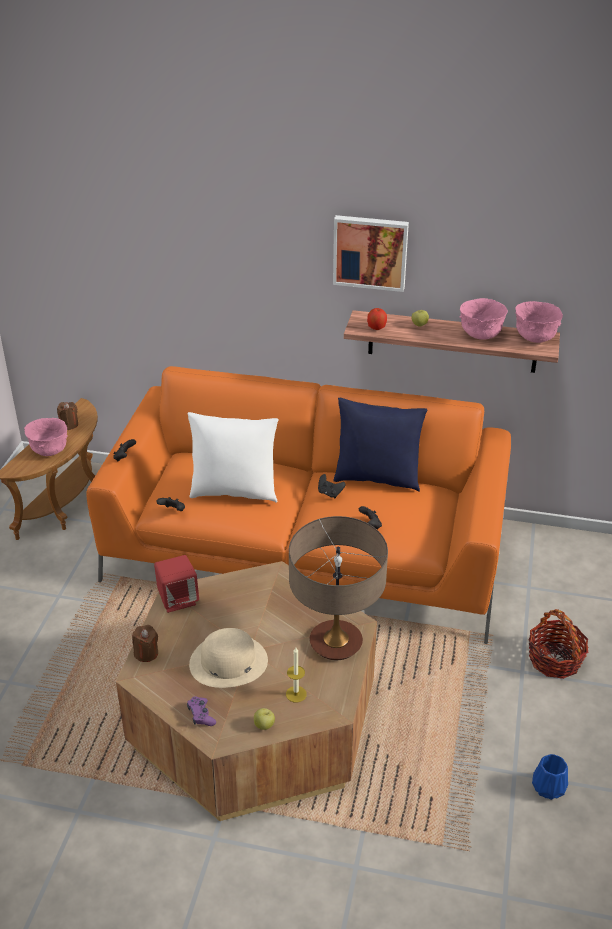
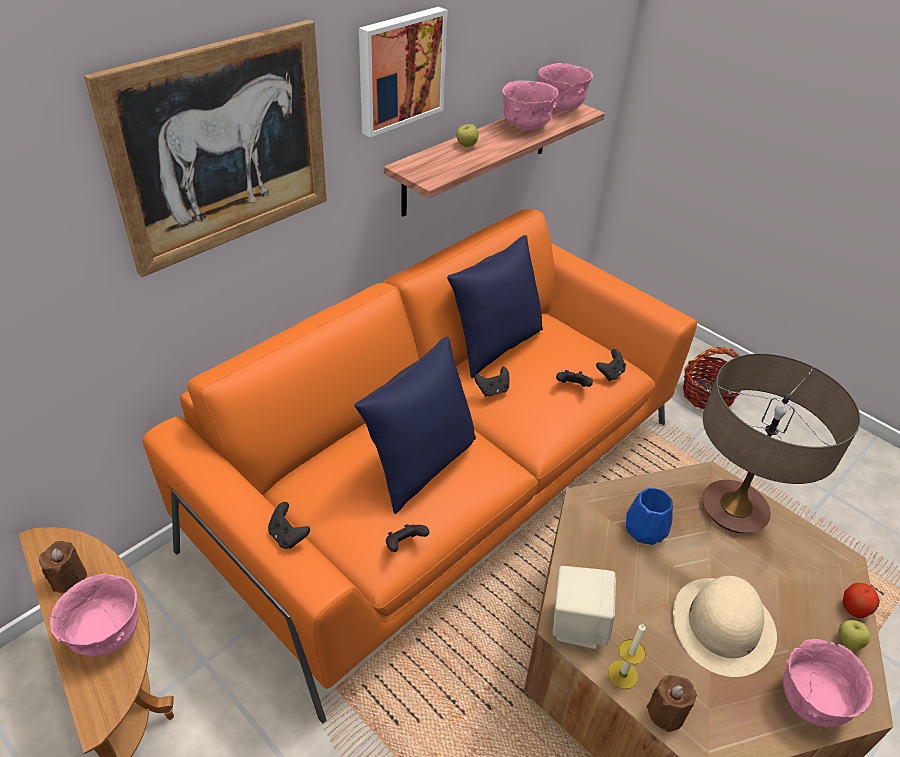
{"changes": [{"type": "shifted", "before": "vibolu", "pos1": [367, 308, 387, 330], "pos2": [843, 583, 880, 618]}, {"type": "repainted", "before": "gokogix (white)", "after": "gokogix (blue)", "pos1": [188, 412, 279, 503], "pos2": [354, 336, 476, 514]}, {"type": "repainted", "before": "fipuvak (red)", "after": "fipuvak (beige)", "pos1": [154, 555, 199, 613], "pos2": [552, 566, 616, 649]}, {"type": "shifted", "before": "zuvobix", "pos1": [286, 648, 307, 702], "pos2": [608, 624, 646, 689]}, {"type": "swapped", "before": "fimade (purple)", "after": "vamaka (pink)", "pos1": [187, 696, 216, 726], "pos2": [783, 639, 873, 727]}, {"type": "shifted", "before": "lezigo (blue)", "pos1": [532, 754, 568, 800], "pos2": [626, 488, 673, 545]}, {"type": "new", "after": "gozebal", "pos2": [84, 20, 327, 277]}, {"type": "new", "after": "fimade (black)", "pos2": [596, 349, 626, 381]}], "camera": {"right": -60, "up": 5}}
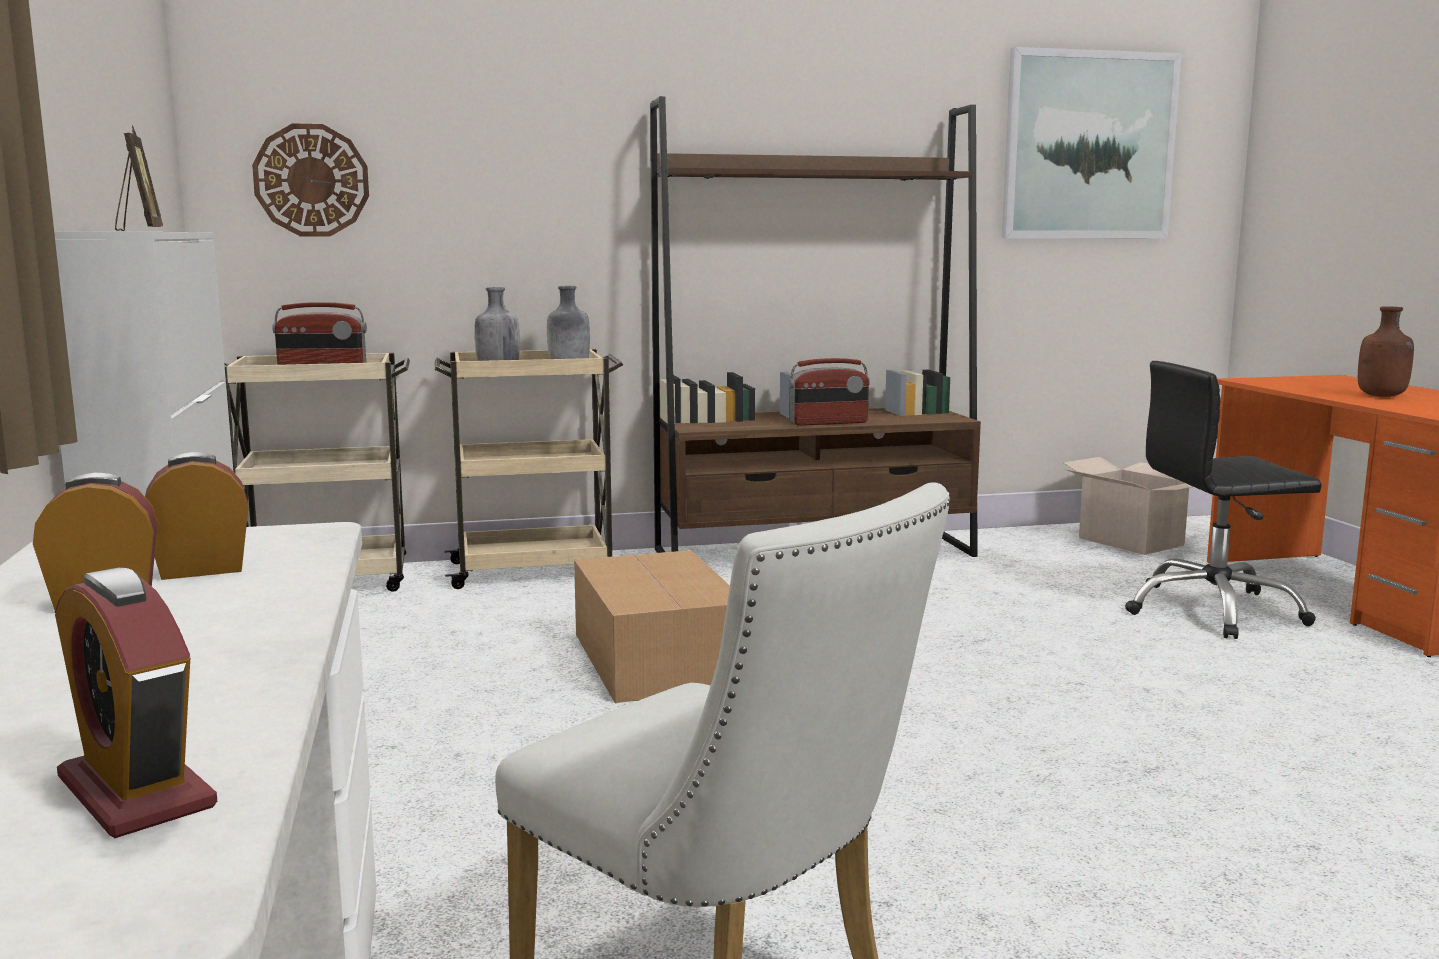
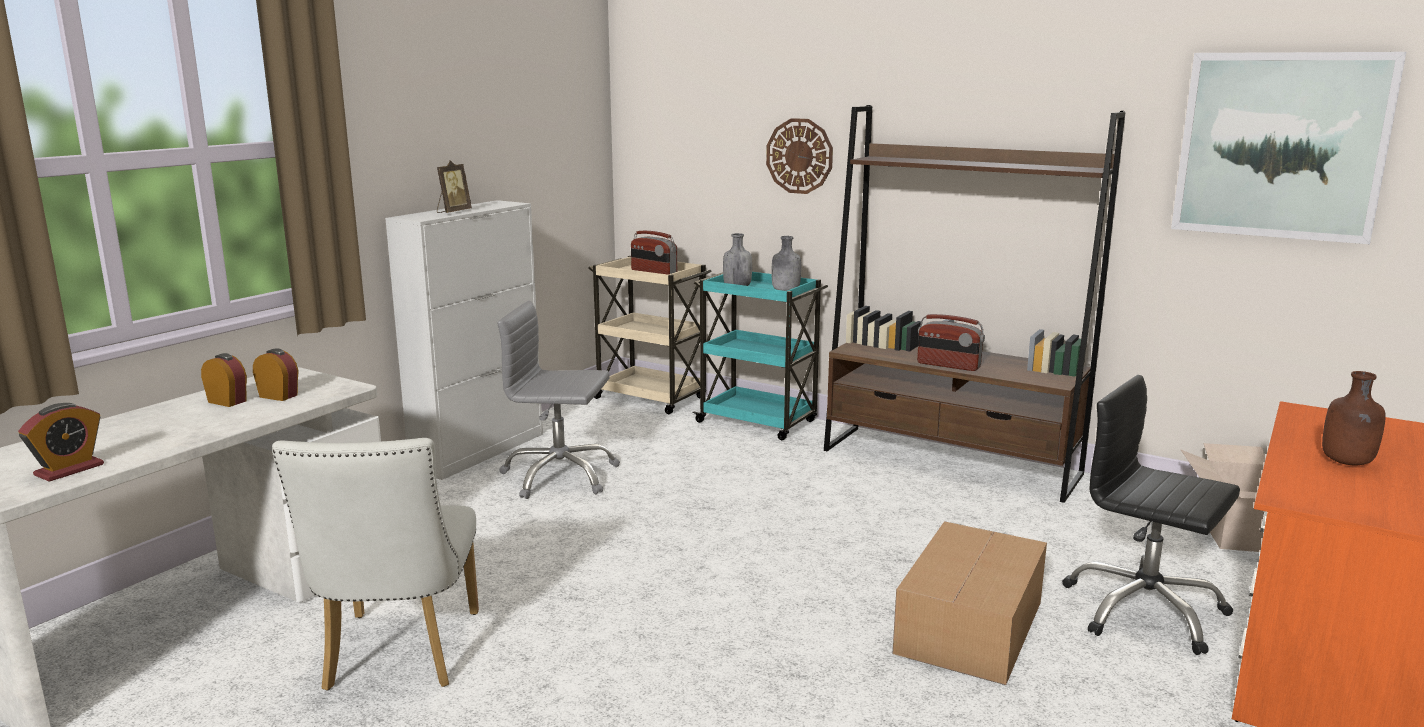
{"changes": [{"type": "shifted", "before": "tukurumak", "pos1": [252, 123, 369, 236], "pos2": [766, 118, 833, 194]}, {"type": "repainted", "before": "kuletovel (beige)", "after": "kuletovel (turquoise)", "pos1": [435, 349, 623, 589], "pos2": [693, 272, 828, 440]}, {"type": "shifted", "before": "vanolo", "pos1": [574, 550, 730, 703], "pos2": [893, 521, 1047, 685]}, {"type": "rotated", "before": "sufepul", "pos1": [55, 568, 217, 838], "pos2": [18, 403, 104, 482], "turn": -150}, {"type": "new", "after": "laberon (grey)", "pos2": [498, 301, 620, 499]}], "camera": {"right": 45, "up": 5}}
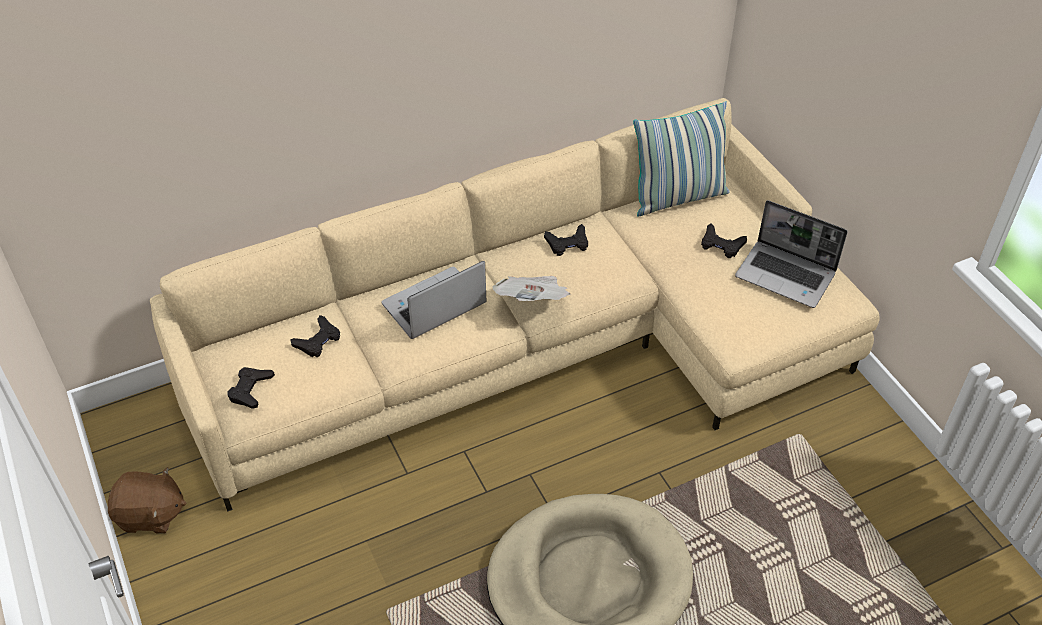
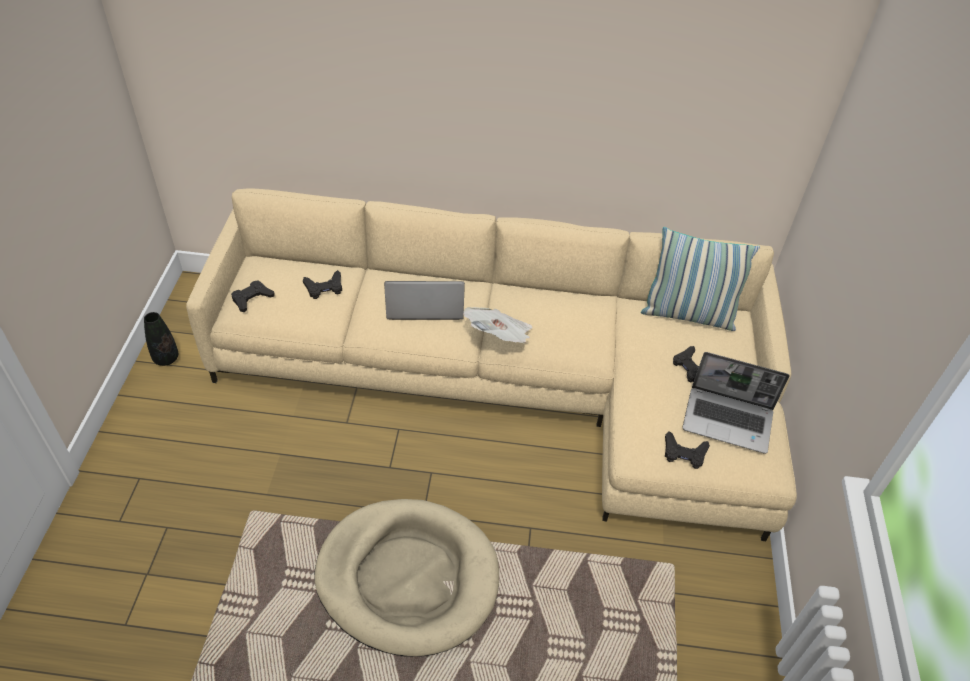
{"changes": [{"type": "rotated", "before": "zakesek", "pos1": [735, 200, 847, 308], "pos2": [683, 352, 790, 454], "turn": -45}, {"type": "shifted", "before": "fimade (black)", "pos1": [544, 224, 588, 256], "pos2": [665, 431, 710, 469]}, {"type": "swapped", "before": "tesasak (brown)", "after": "lezigo (black)", "pos1": [108, 467, 186, 534], "pos2": [144, 312, 179, 366]}], "camera": {"right": 30, "up": 0}}
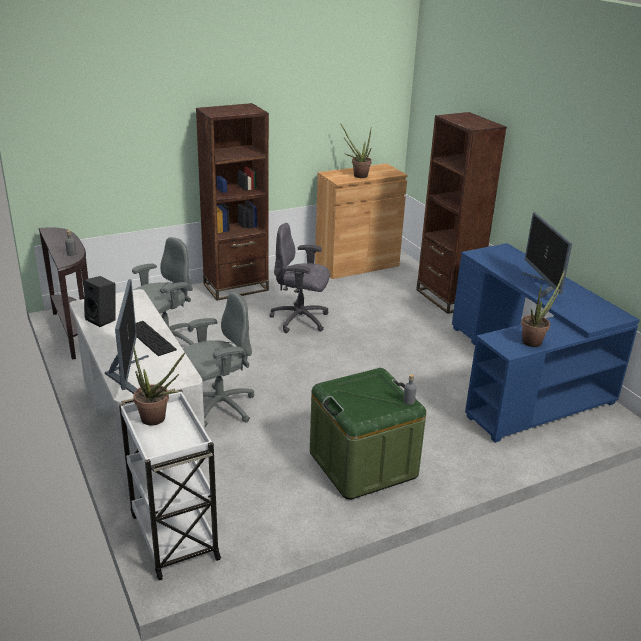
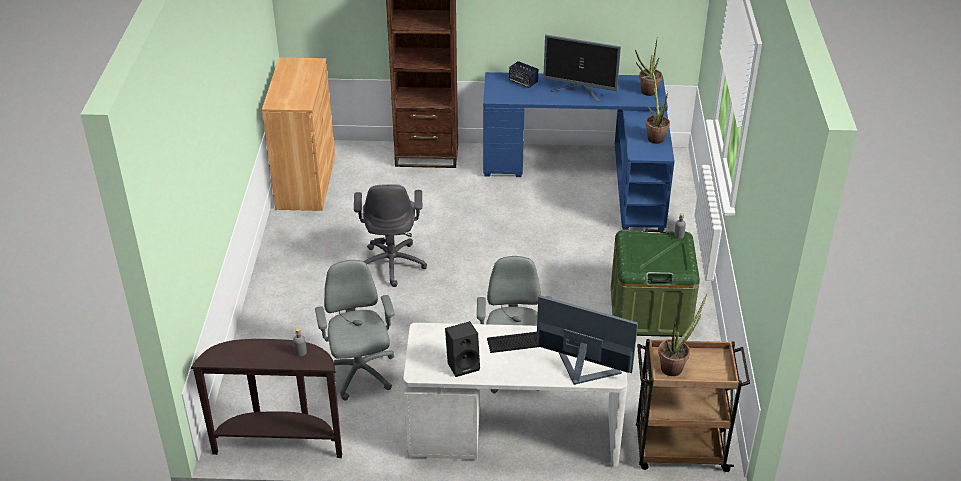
{"changes": [{"type": "gone", "before": "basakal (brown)", "pos1": [196, 103, 269, 301]}, {"type": "shifted", "before": "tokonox", "pos1": [340, 123, 372, 178], "pos2": [635, 39, 662, 96]}, {"type": "rotated", "before": "laberon (grey)", "pos1": [269, 223, 330, 333], "pos2": [354, 184, 427, 287], "turn": -45}, {"type": "repainted", "before": "kuletovel (white)", "after": "kuletovel (brown)", "pos1": [119, 389, 221, 580], "pos2": [636, 339, 750, 472]}, {"type": "new", "after": "fipuvak", "pos2": [509, 61, 538, 88]}], "camera": {"right": -60, "up": 10}}
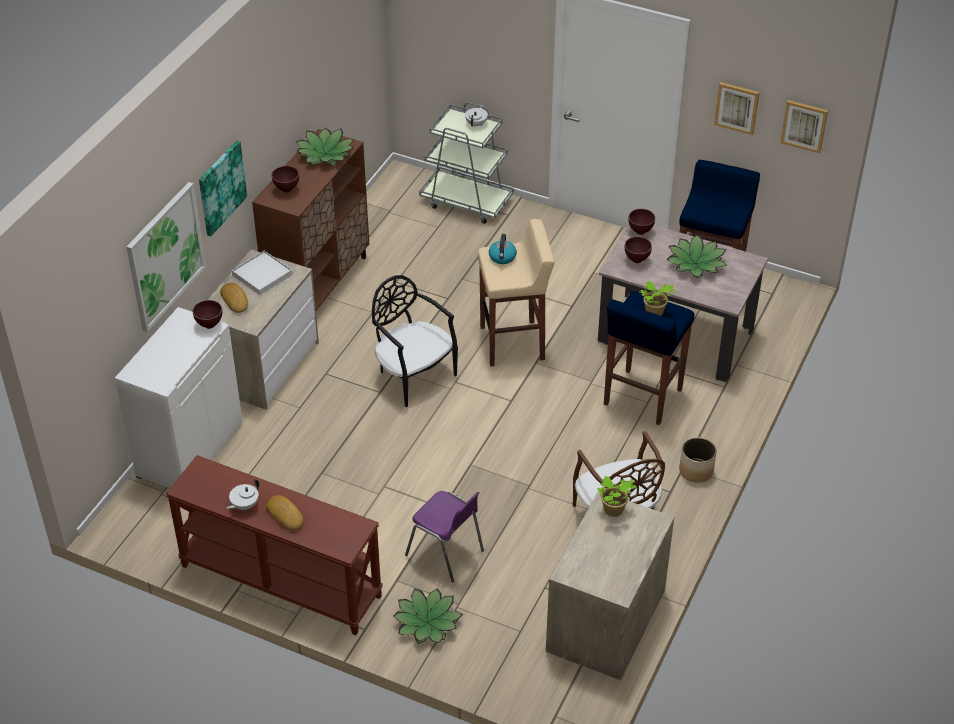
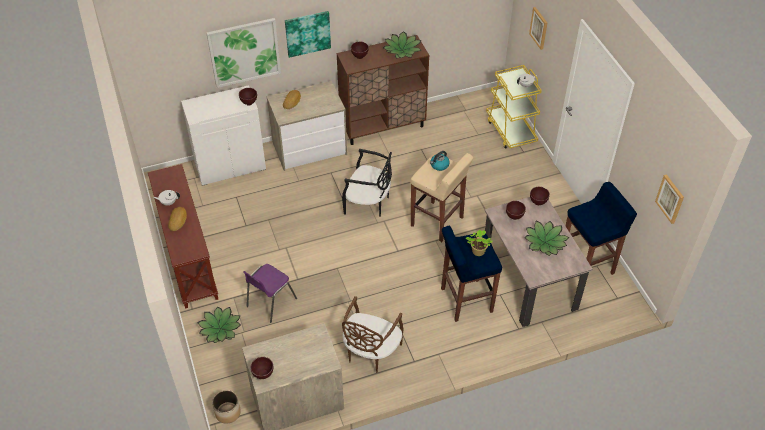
{"changes": [{"type": "shifted", "before": "gozebal", "pos1": [714, 82, 760, 135], "pos2": [529, 7, 547, 50]}, {"type": "repainted", "before": "kuletovel (grey)", "after": "kuletovel (yellow)", "pos1": [419, 102, 514, 224], "pos2": [486, 65, 542, 149]}, {"type": "gone", "before": "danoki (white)", "pos1": [232, 251, 292, 295]}, {"type": "rotated", "before": "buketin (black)", "pos1": [372, 275, 458, 407], "pos2": [342, 149, 392, 217], "turn": 105}, {"type": "shifted", "before": "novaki", "pos1": [679, 437, 716, 482], "pos2": [212, 390, 241, 424]}, {"type": "gone", "before": "tokonox", "pos1": [597, 476, 636, 517]}, {"type": "rotated", "before": "buketin (purple)", "pos1": [405, 491, 484, 583], "pos2": [243, 264, 297, 323], "turn": 45}, {"type": "new", "after": "vamaka (brown)", "pos2": [251, 357, 273, 379]}], "camera": {"right": 45, "up": 5}}
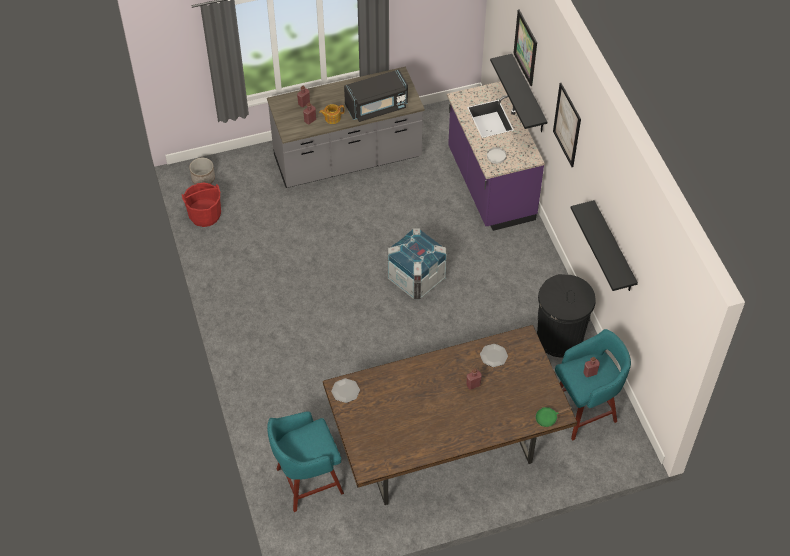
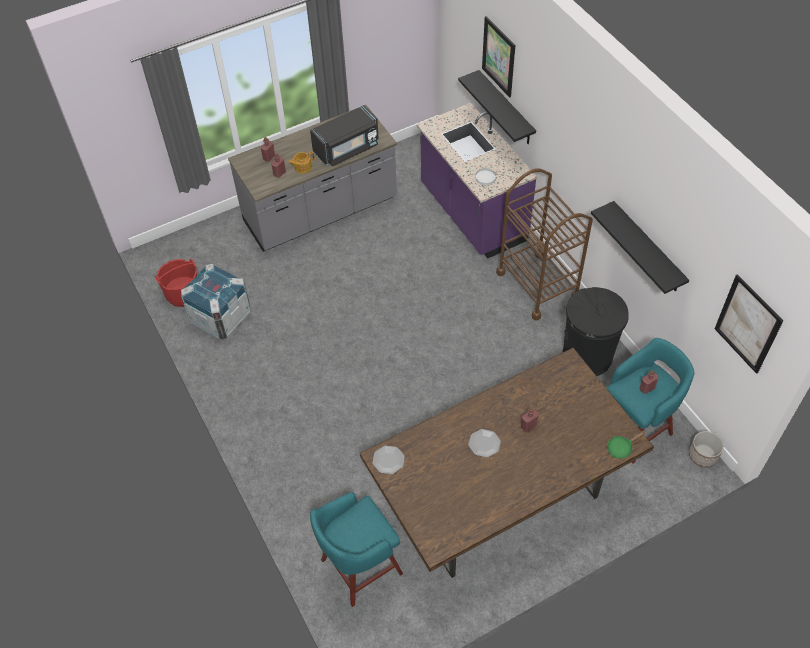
{"changes": [{"type": "shifted", "before": "gozebal", "pos1": [553, 83, 581, 167], "pos2": [715, 274, 783, 374]}, {"type": "shifted", "before": "novaki", "pos1": [189, 158, 215, 184], "pos2": [689, 431, 724, 468]}, {"type": "shifted", "before": "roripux", "pos1": [388, 228, 447, 300], "pos2": [181, 263, 251, 339]}, {"type": "shifted", "before": "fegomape", "pos1": [480, 344, 508, 367], "pos2": [468, 429, 501, 458]}, {"type": "new", "after": "kuletovel (brown)", "pos2": [496, 169, 593, 321]}], "camera": {"right": -10, "up": 0}}
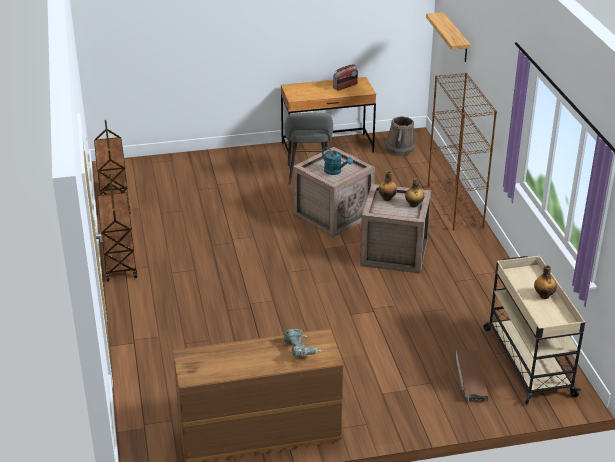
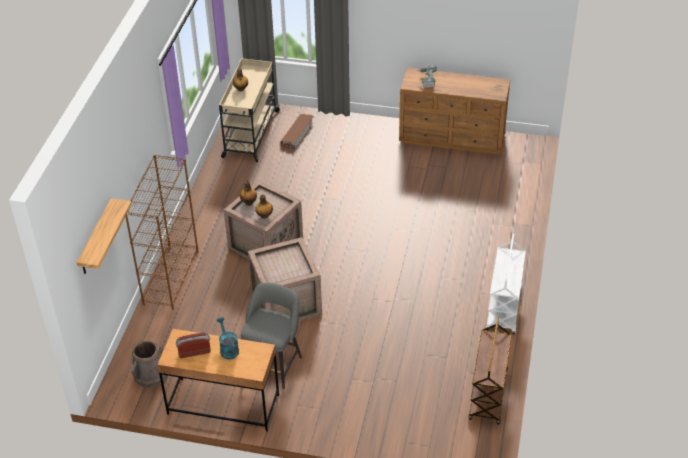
{"changes": [{"type": "shifted", "before": "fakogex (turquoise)", "pos1": [322, 147, 353, 175], "pos2": [217, 317, 239, 359]}, {"type": "repainted", "before": "kuletovel (brown)", "after": "kuletovel (white)", "pos1": [97, 174, 137, 282], "pos2": [486, 234, 526, 334]}], "camera": {"right": -155, "up": 10}}
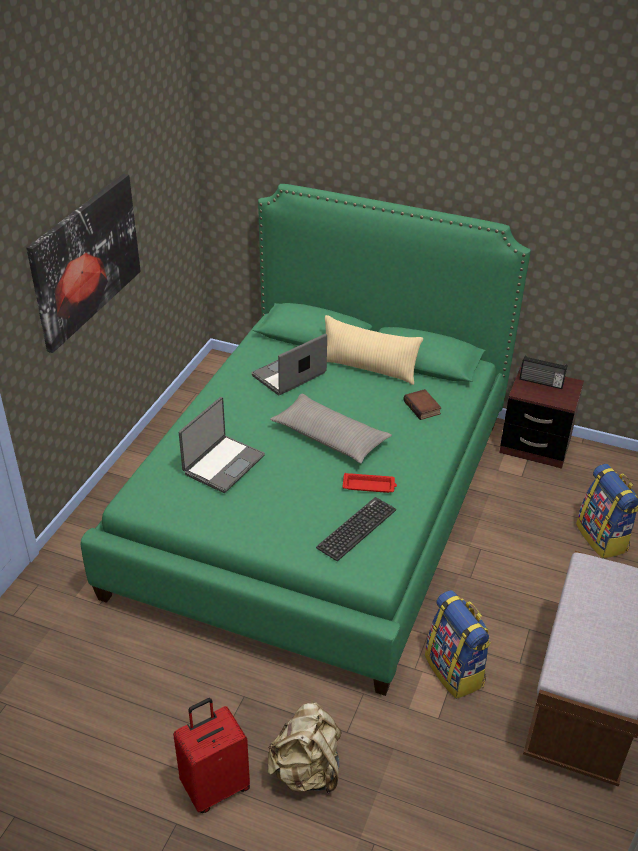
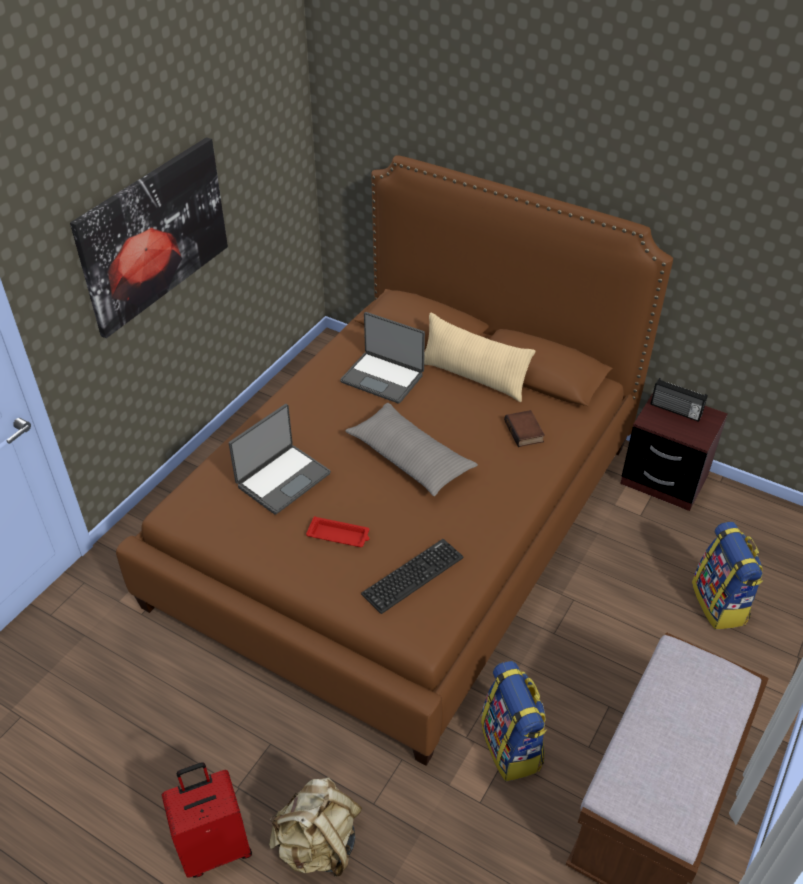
{"changes": [{"type": "repainted", "before": "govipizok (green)", "after": "govipizok (brown)", "pos1": [81, 184, 531, 696], "pos2": [116, 155, 673, 766]}, {"type": "rotated", "before": "zakesek", "pos1": [252, 334, 327, 395], "pos2": [340, 312, 425, 404], "turn": -120}, {"type": "shifted", "before": "danoki (red)", "pos1": [343, 473, 397, 493], "pos2": [306, 516, 370, 547]}], "camera": {"right": 10, "up": 5}}
